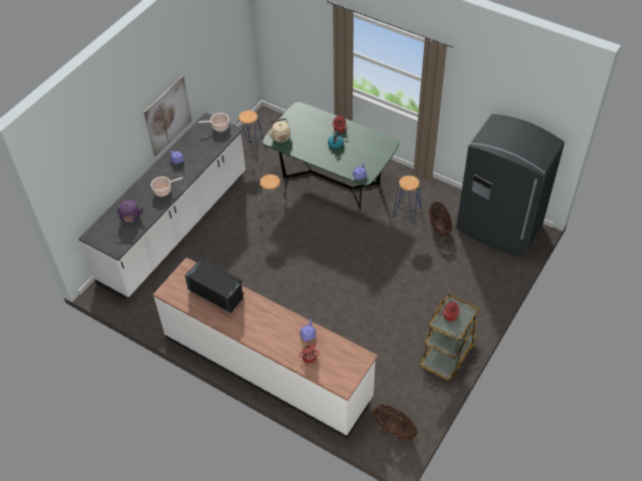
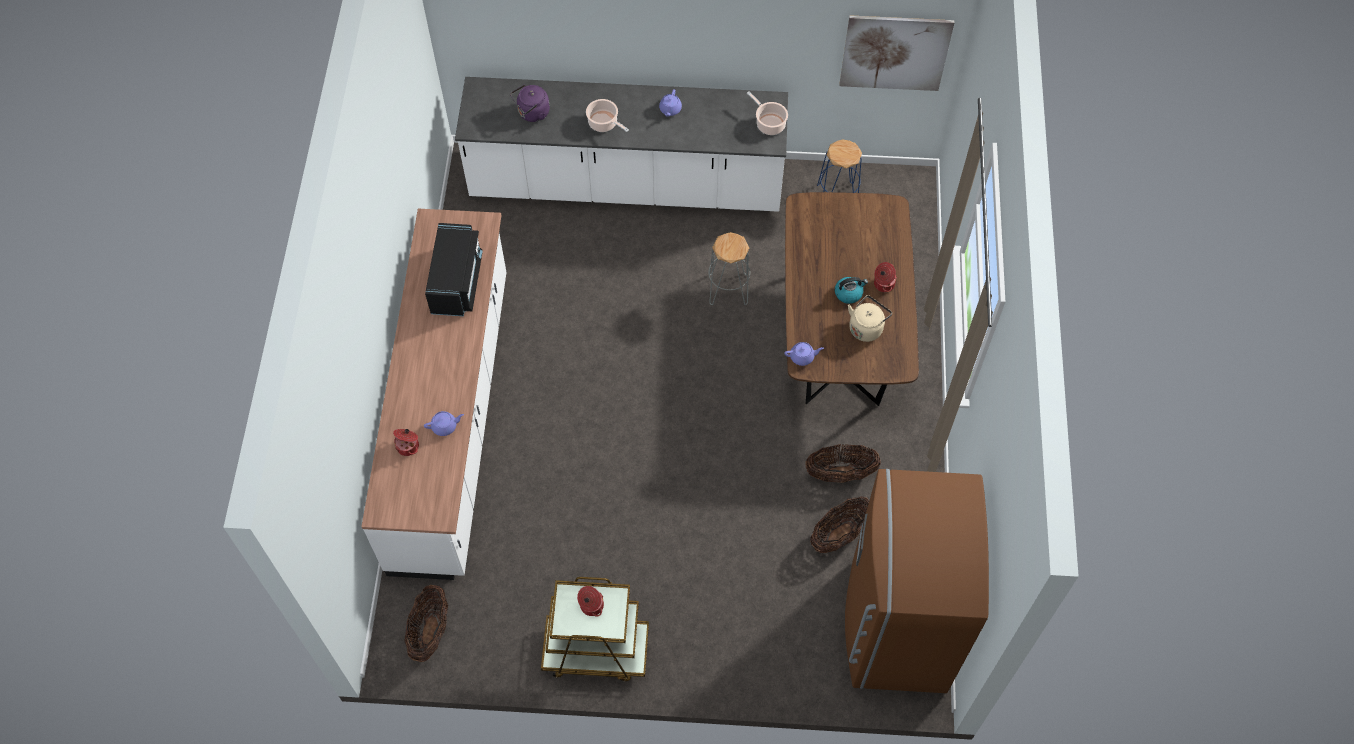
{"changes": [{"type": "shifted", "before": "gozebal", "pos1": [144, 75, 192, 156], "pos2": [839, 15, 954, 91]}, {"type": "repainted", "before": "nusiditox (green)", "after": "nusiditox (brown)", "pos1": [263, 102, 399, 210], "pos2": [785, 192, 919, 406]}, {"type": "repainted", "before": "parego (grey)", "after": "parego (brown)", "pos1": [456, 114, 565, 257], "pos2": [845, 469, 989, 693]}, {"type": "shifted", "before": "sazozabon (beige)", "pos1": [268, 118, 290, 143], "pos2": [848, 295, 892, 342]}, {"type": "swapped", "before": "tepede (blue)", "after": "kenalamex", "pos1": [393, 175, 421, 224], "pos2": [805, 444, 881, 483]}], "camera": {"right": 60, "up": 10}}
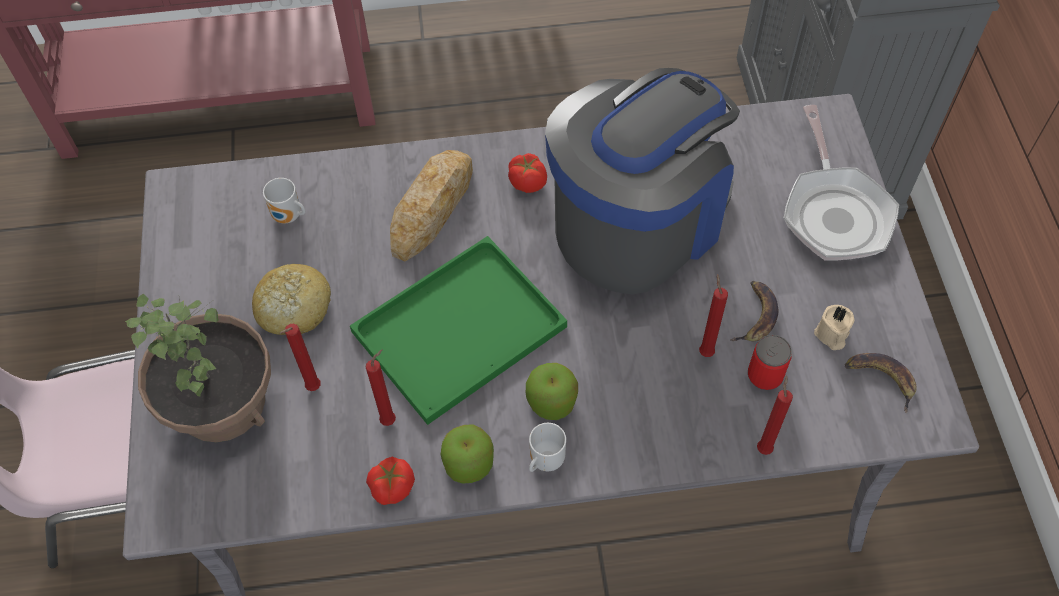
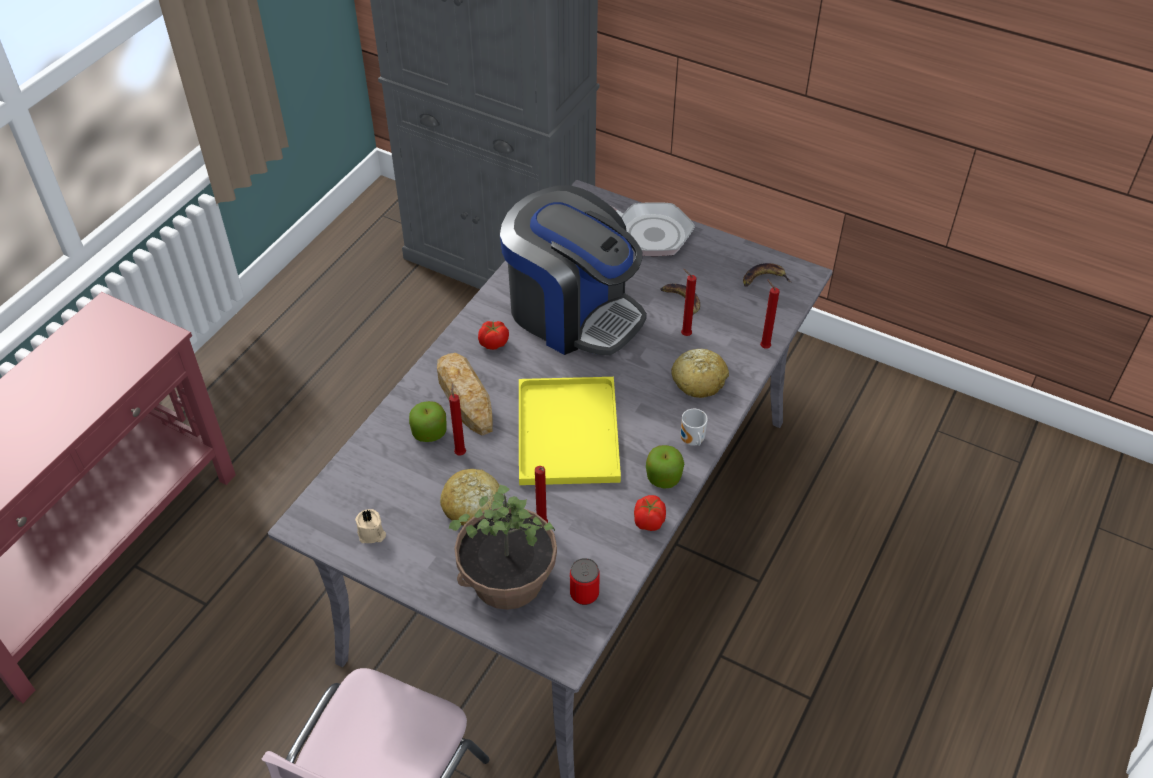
{"changes": [{"type": "rotated", "before": "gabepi", "pos1": [545, 68, 740, 294], "pos2": [500, 185, 647, 355], "turn": 135}, {"type": "gone", "before": "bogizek", "pos1": [263, 178, 306, 224]}, {"type": "repainted", "before": "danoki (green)", "after": "danoki (yellow)", "pos1": [350, 236, 567, 425], "pos2": [519, 377, 621, 485]}, {"type": "shifted", "before": "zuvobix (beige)", "pos1": [814, 305, 855, 350], "pos2": [355, 509, 386, 543]}, {"type": "shifted", "before": "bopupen", "pos1": [748, 335, 792, 390], "pos2": [570, 558, 600, 605]}, {"type": "shifted", "before": "zuvobix (red)", "pos1": [366, 349, 396, 426], "pos2": [449, 383, 466, 455]}, {"type": "shifted", "before": "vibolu", "pos1": [526, 363, 578, 420], "pos2": [409, 401, 447, 442]}, {"type": "new", "after": "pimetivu", "pos2": [671, 349, 729, 398]}], "camera": {"right": -55, "up": -10}}
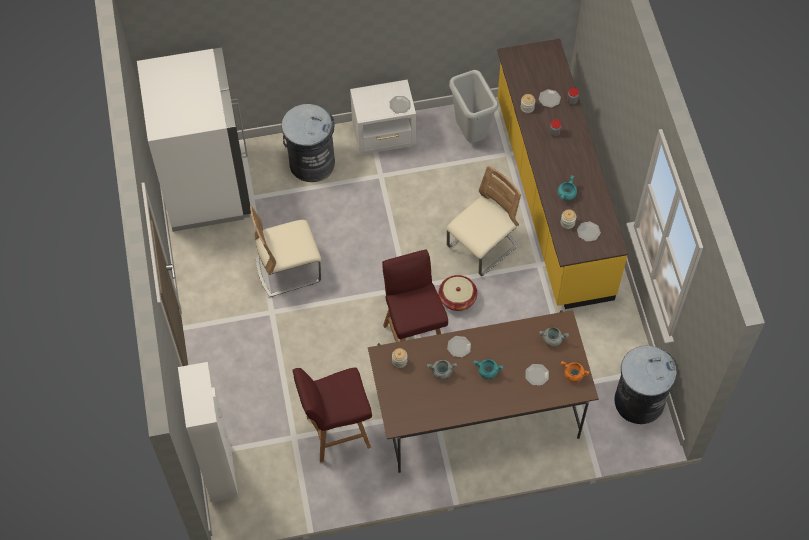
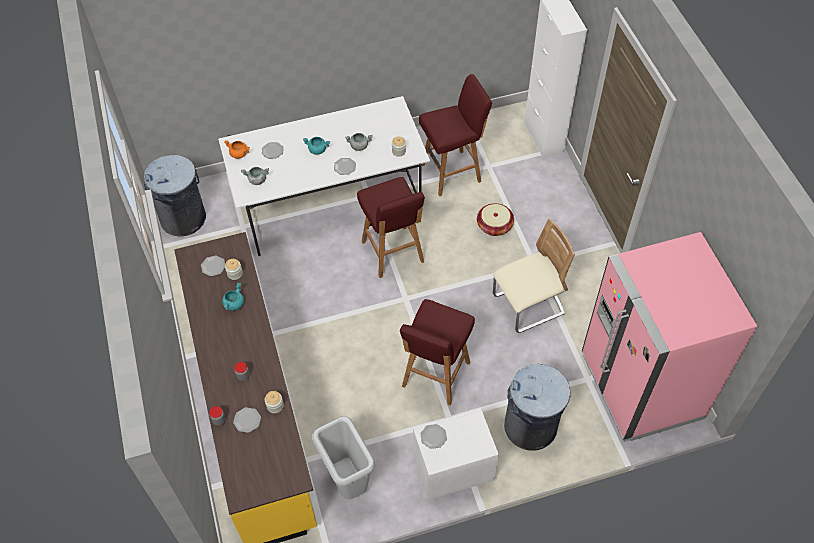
{"changes": [{"type": "repainted", "before": "parego (white)", "after": "parego (pink)", "pos1": [137, 47, 251, 232], "pos2": [582, 232, 758, 442]}, {"type": "gone", "before": "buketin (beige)", "pos1": [446, 166, 521, 276]}, {"type": "shifted", "before": "kenalamex", "pos1": [438, 275, 477, 311], "pos2": [477, 203, 514, 236]}, {"type": "repainted", "before": "nusiditox (brown)", "after": "nusiditox (white)", "pos1": [368, 310, 599, 473], "pos2": [218, 96, 430, 256]}, {"type": "new", "after": "tepede (red)", "pos2": [400, 299, 475, 406]}], "camera": {"right": 175, "up": -5}}
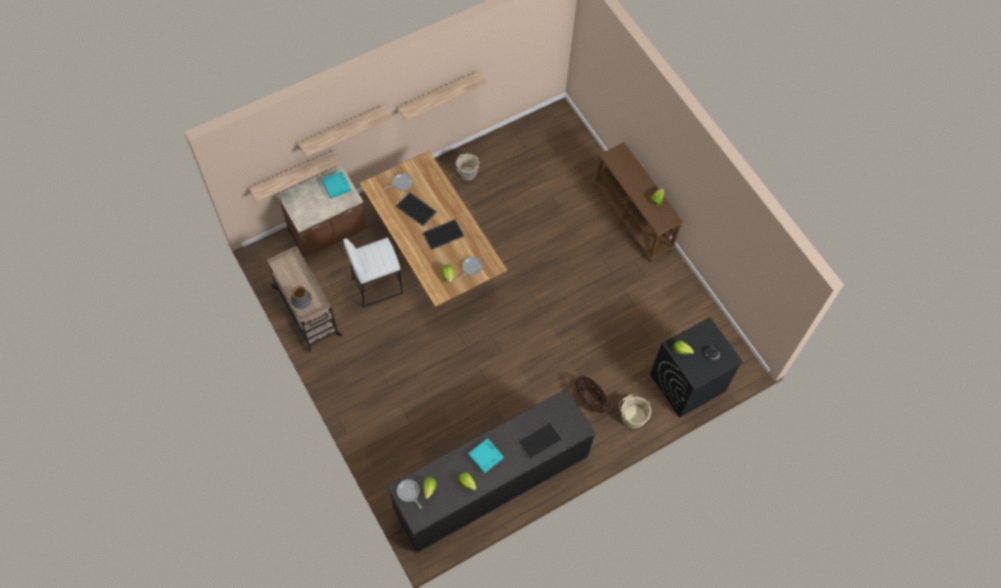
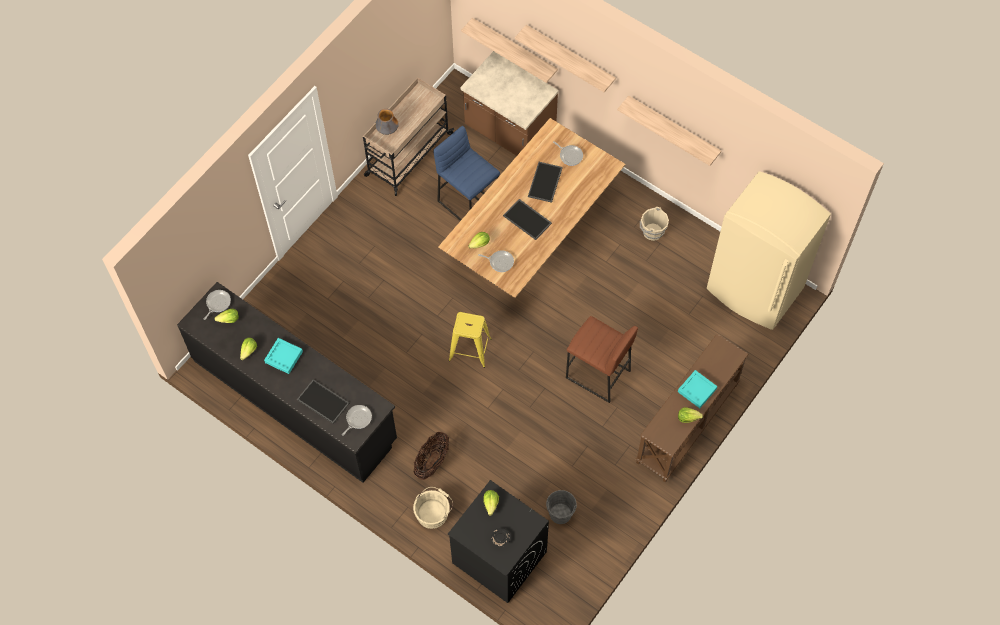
{"changes": [{"type": "shifted", "before": "danoki (turquoise)", "pos1": [322, 171, 351, 199], "pos2": [678, 370, 717, 408]}, {"type": "repainted", "before": "tepede (white)", "after": "tepede (blue)", "pos1": [343, 238, 403, 307], "pos2": [433, 126, 500, 221]}, {"type": "new", "after": "parego (beige)", "pos2": [707, 171, 831, 330]}, {"type": "new", "after": "tepede (yellow)", "pos2": [448, 312, 492, 368]}, {"type": "new", "after": "tepede (brown)", "pos2": [566, 316, 638, 403]}, {"type": "new", "after": "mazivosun", "pos2": [342, 405, 372, 436]}, {"type": "new", "after": "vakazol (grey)", "pos2": [546, 490, 577, 524]}], "camera": {"right": 70, "up": 0}}
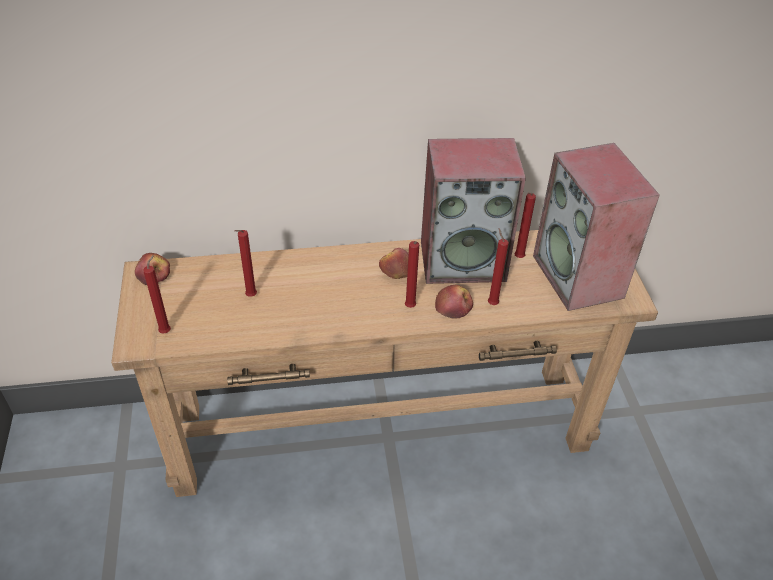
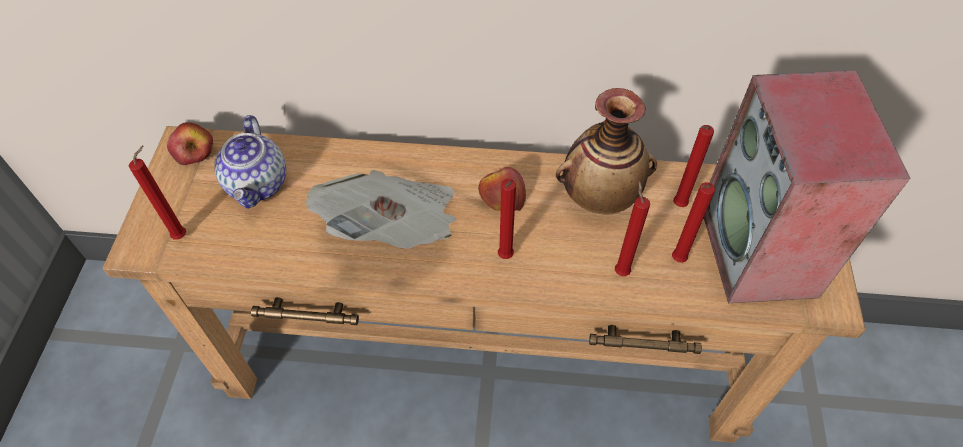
{"changes": [{"type": "swapped", "before": "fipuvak", "after": "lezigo", "pos1": [421, 138, 526, 284], "pos2": [556, 88, 657, 214]}, {"type": "shifted", "before": "zuvobix (red)", "pos1": [234, 230, 257, 297], "pos2": [672, 182, 715, 263]}, {"type": "gone", "before": "vibolu", "pos1": [435, 285, 473, 319]}, {"type": "new", "after": "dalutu", "pos2": [214, 115, 286, 209]}, {"type": "new", "after": "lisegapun", "pos2": [306, 170, 456, 249]}], "camera": {"right": 15, "up": 10}}
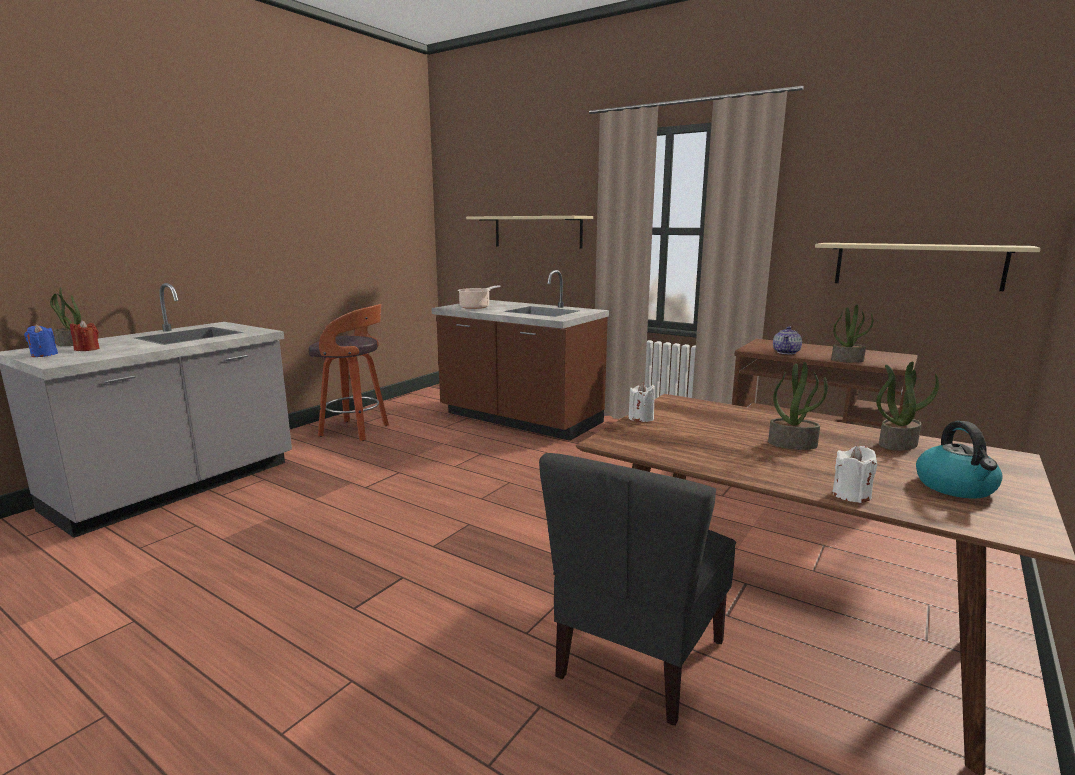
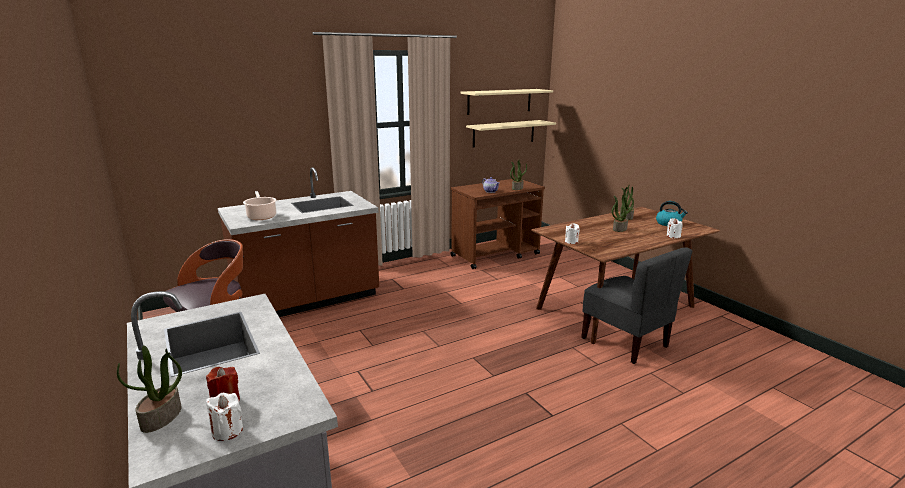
{"changes": [{"type": "shifted", "before": "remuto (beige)", "pos1": [466, 216, 593, 249], "pos2": [460, 89, 553, 115]}, {"type": "repainted", "before": "zuvobix (blue)", "after": "zuvobix (white)", "pos1": [24, 325, 58, 357], "pos2": [206, 393, 243, 441]}], "camera": {"right": -65, "up": 5}}
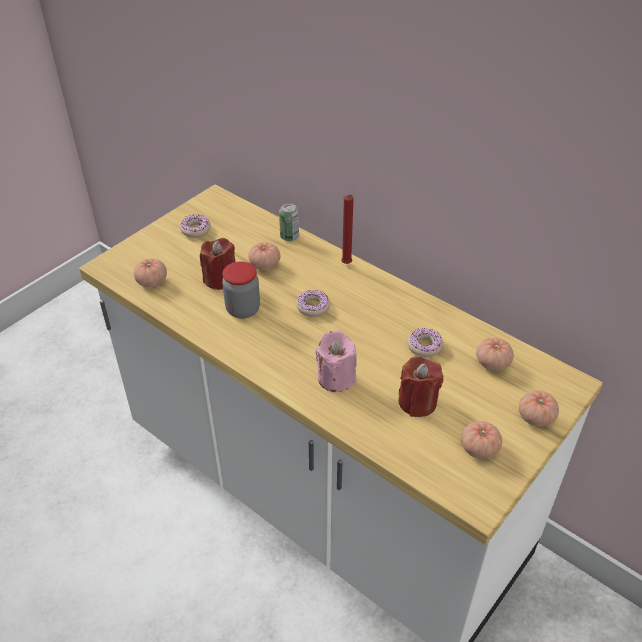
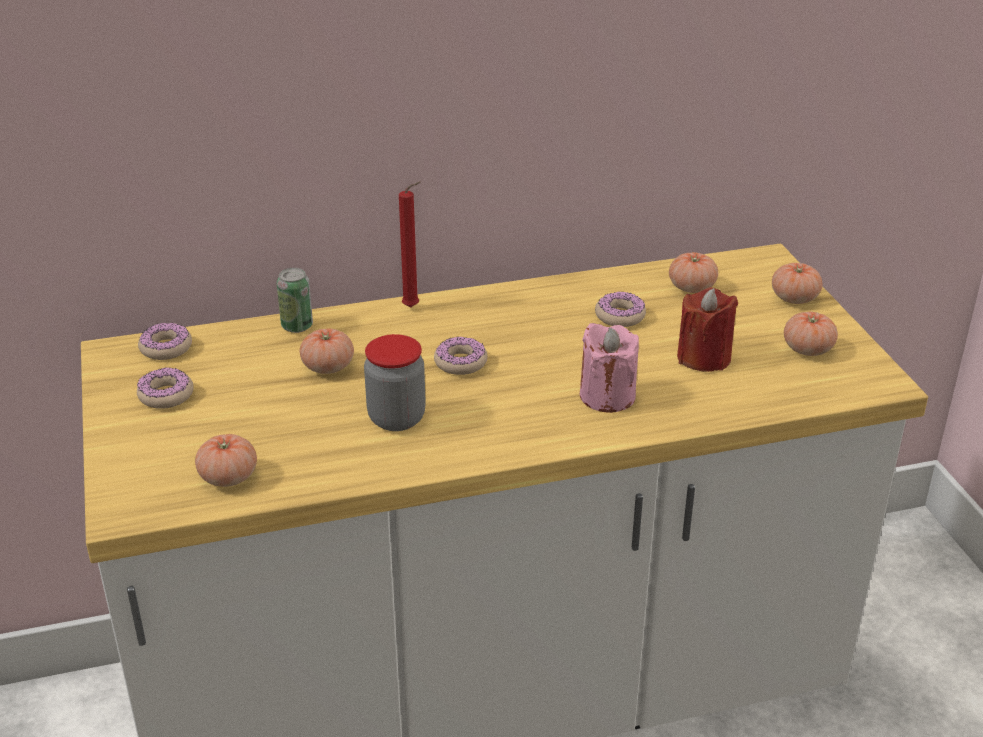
{"changes": [{"type": "gone", "before": "zuvobix (red)", "pos1": [200, 238, 236, 290]}, {"type": "new", "after": "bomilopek", "pos2": [138, 323, 192, 360]}], "camera": {"right": -55, "up": -10}}
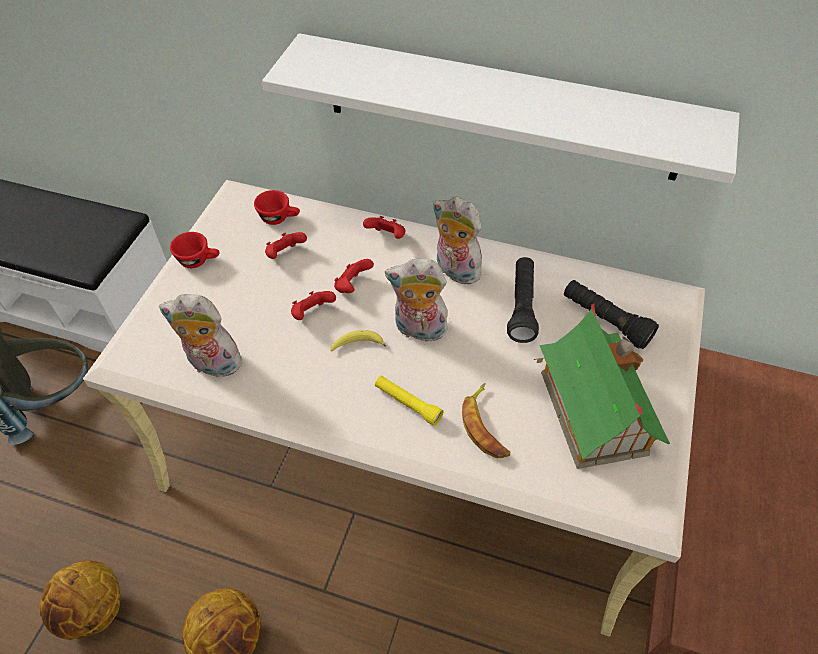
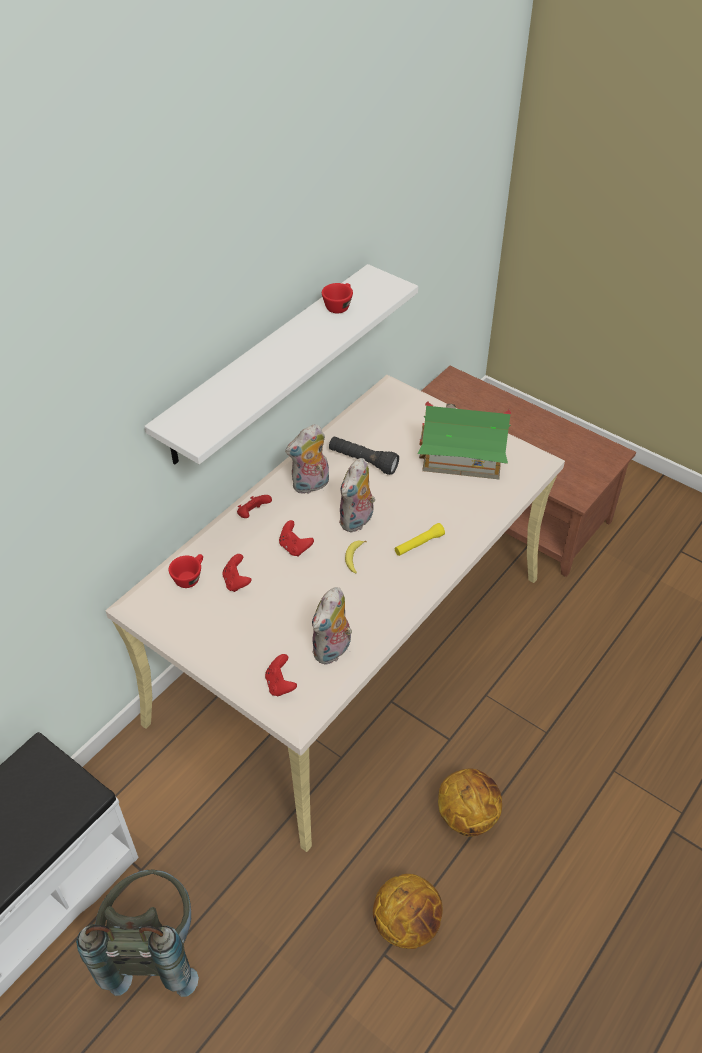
{"changes": [{"type": "shifted", "before": "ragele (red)", "pos1": [170, 232, 220, 268], "pos2": [322, 283, 353, 313]}, {"type": "gone", "before": "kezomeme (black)", "pos1": [564, 280, 659, 349]}, {"type": "shifted", "before": "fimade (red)", "pos1": [291, 291, 336, 320], "pos2": [265, 654, 297, 697]}, {"type": "gone", "before": "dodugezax", "pos1": [462, 383, 510, 458]}], "camera": {"right": -70, "up": -5}}
